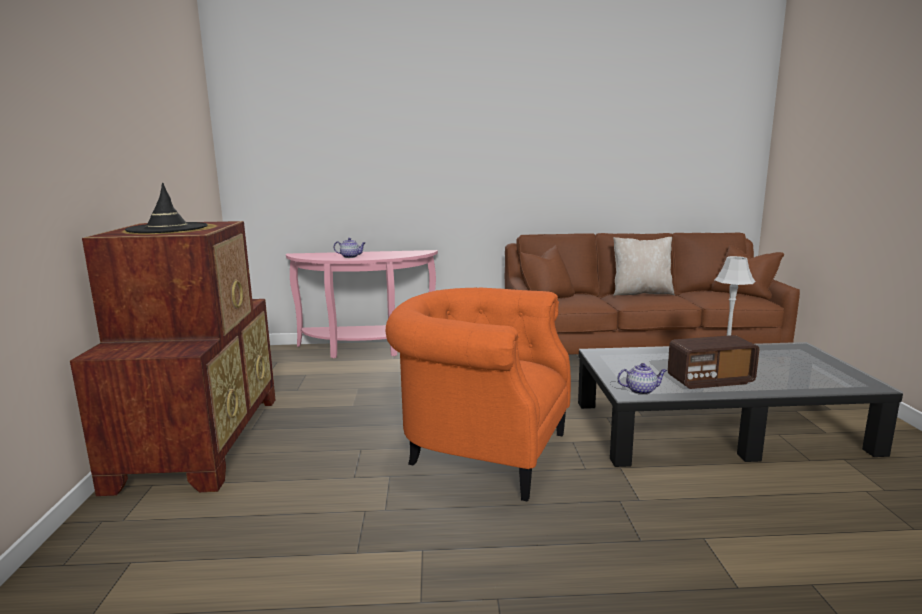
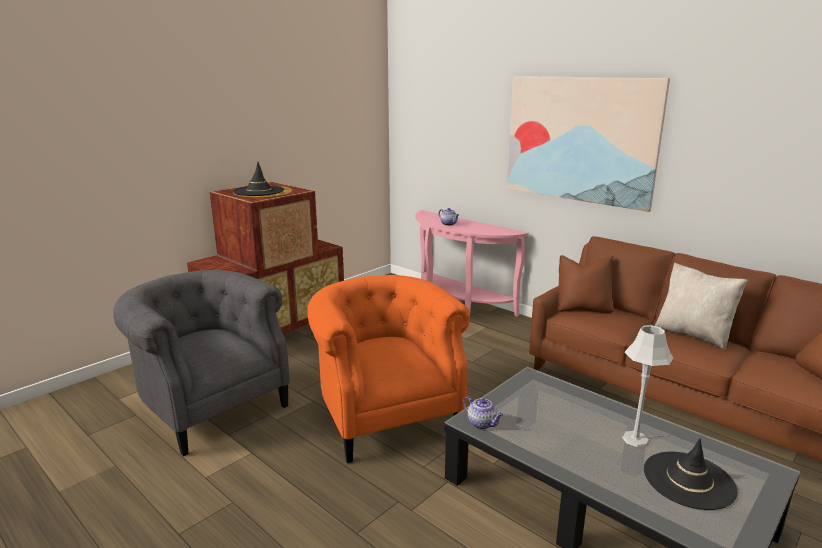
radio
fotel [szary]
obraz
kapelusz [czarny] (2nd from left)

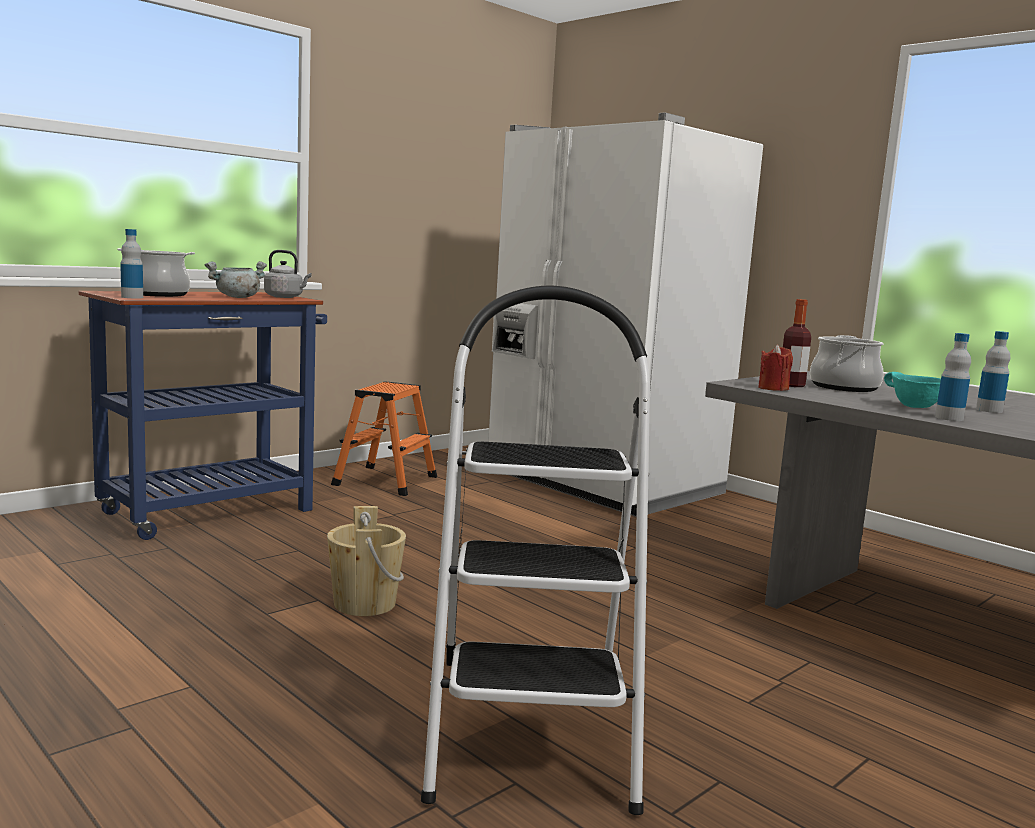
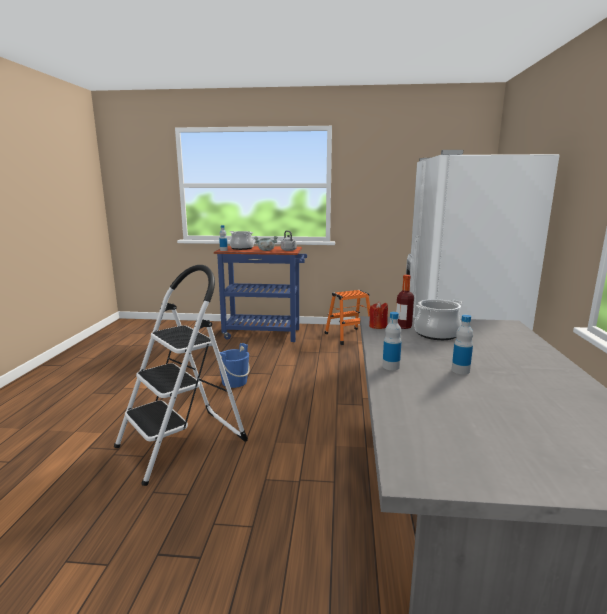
wiadro [niebieski]
miska [turkusowy]

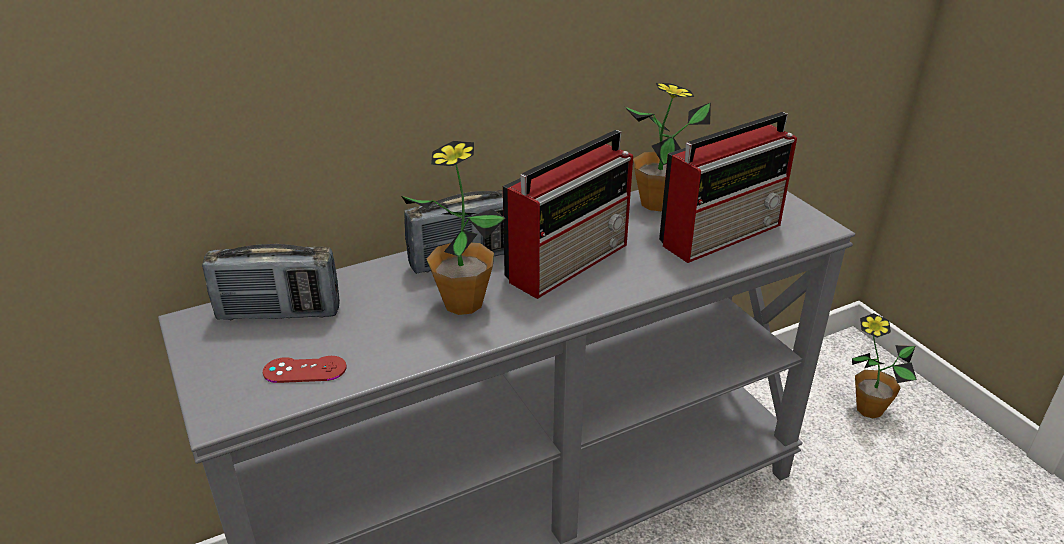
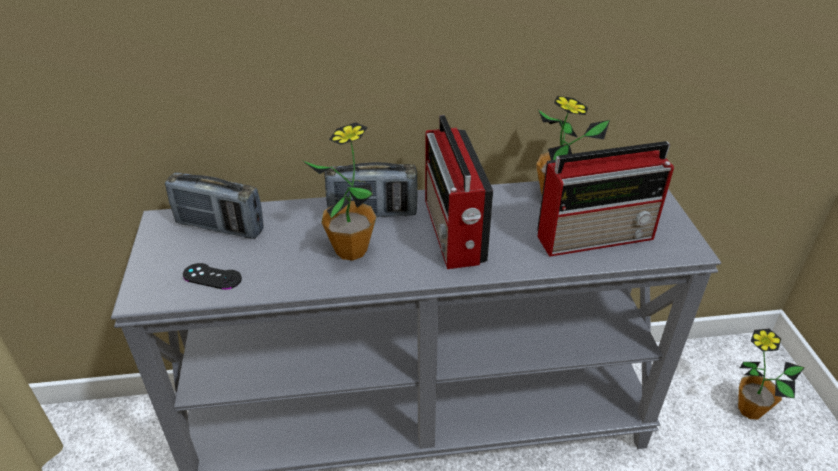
pad do gier [czarny]
radio (3rd from left)

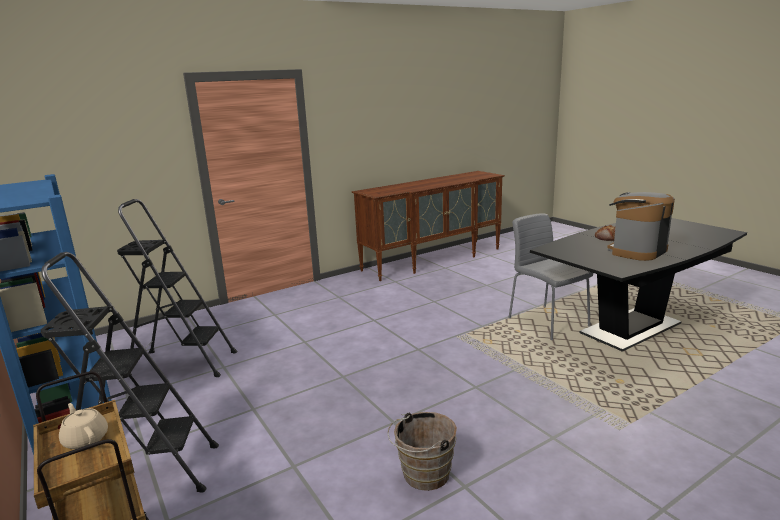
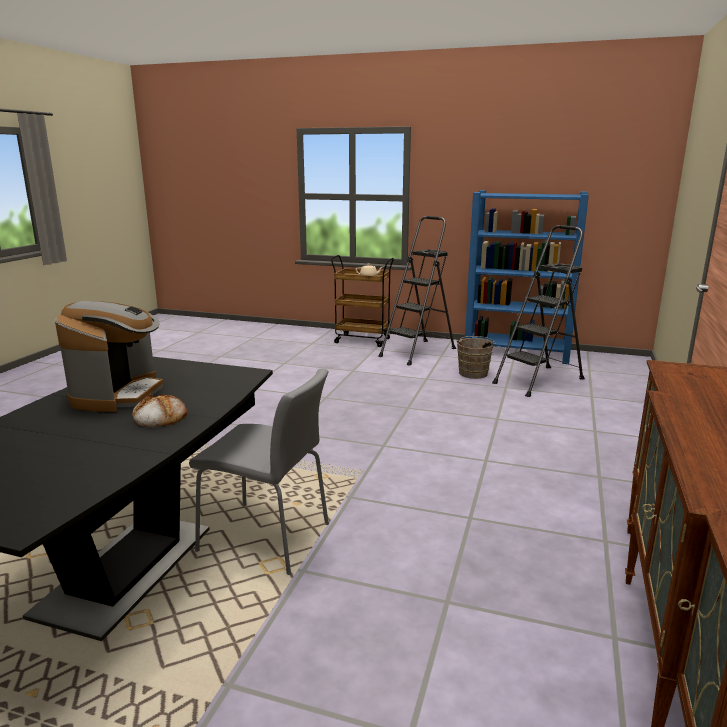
wiadro [brązowy]

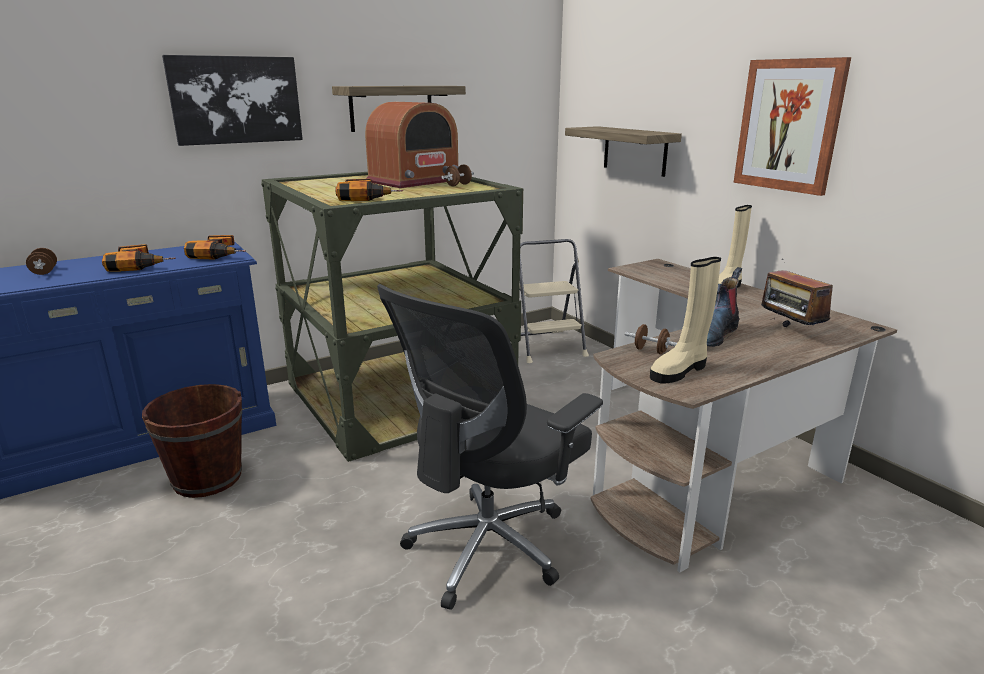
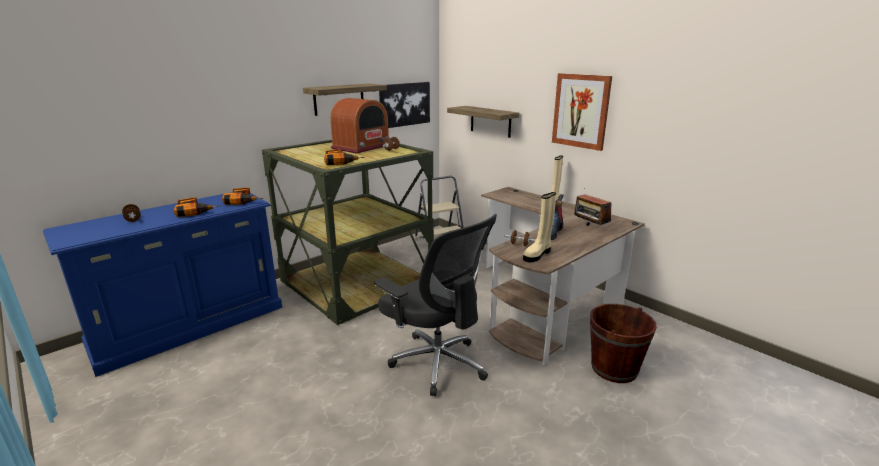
wiadro [brązowy]
obraz (1st from left)
krzesło biurowe

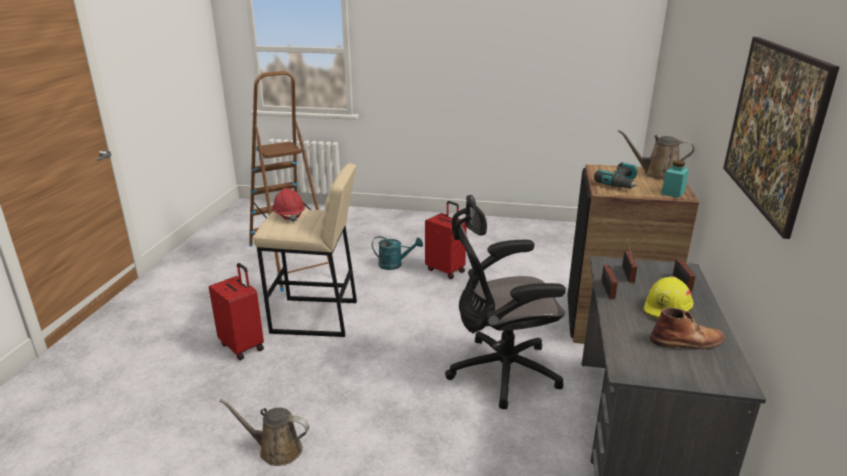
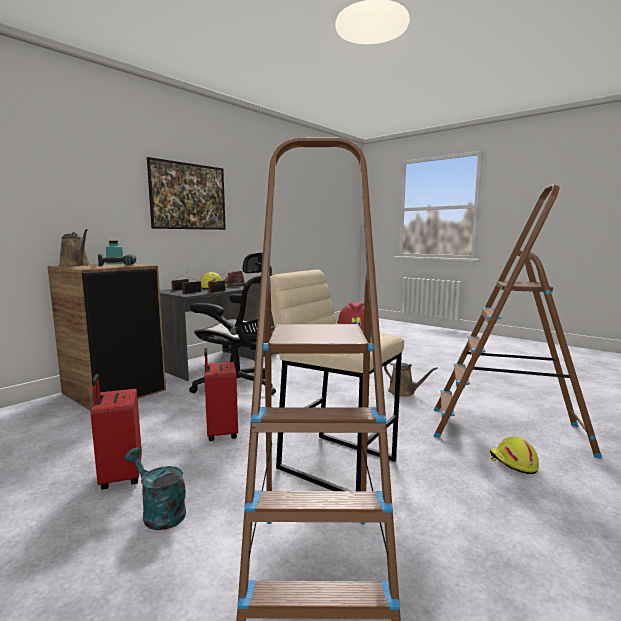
walizka [czerwony] (2nd from left)
drabinka [brązowy] (2nd from left)
kask [żółty] (2nd from left)

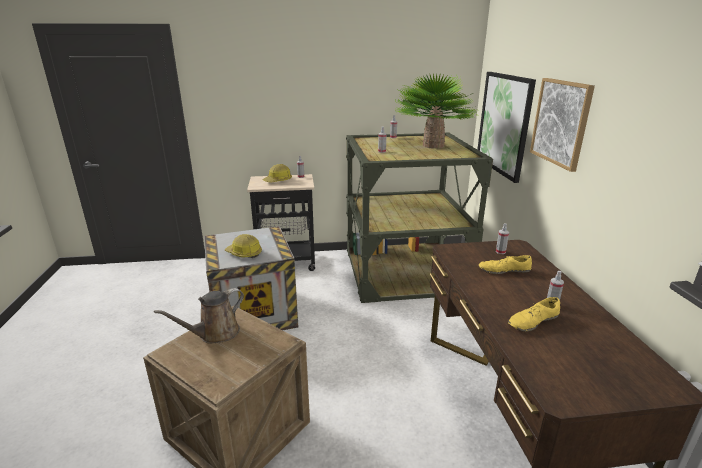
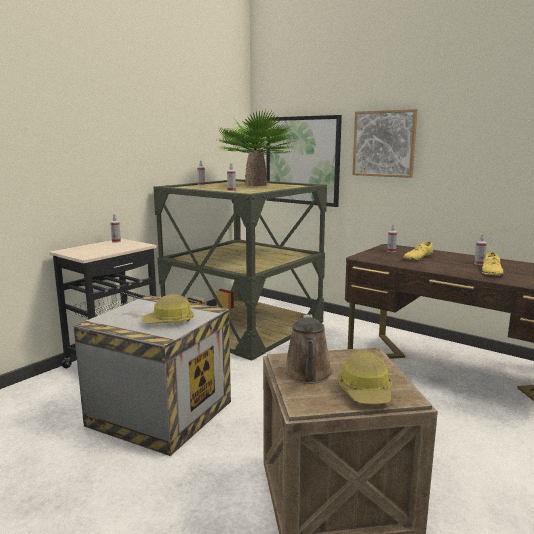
kask (2nd from left)

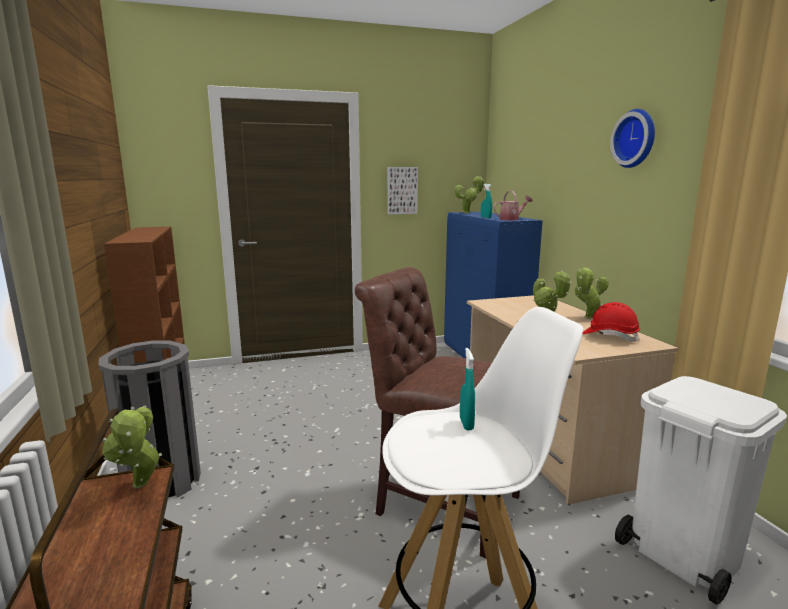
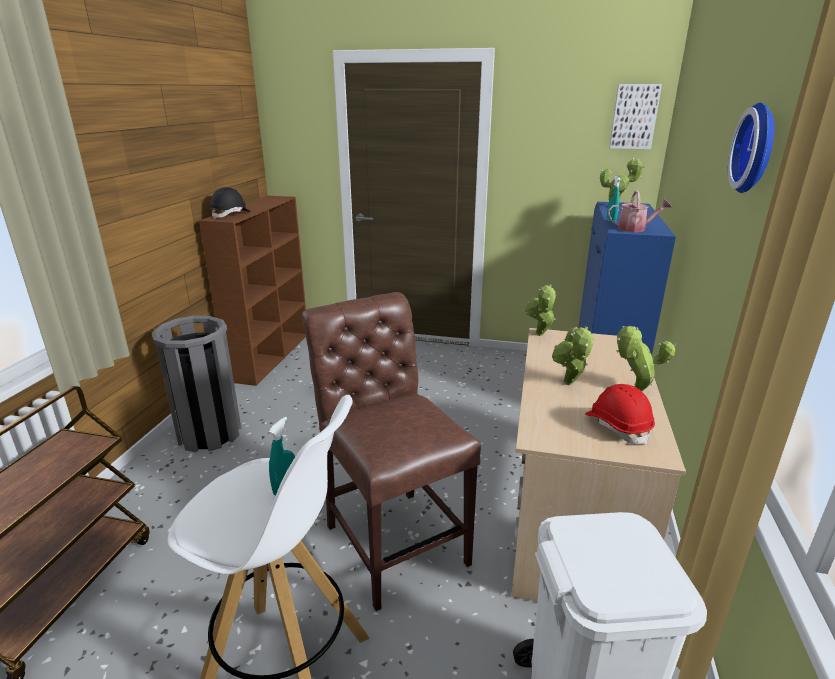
roślina doniczkowa (1st from left)
obraz
kask [czarny]

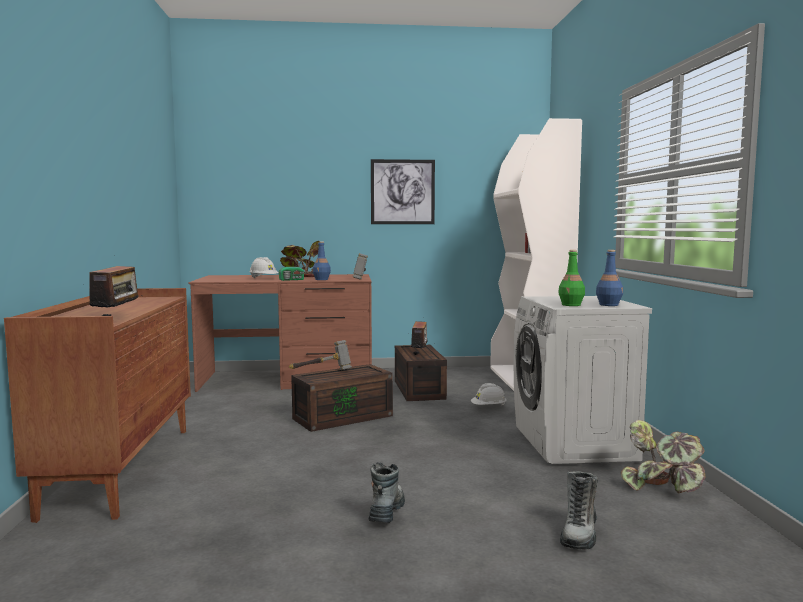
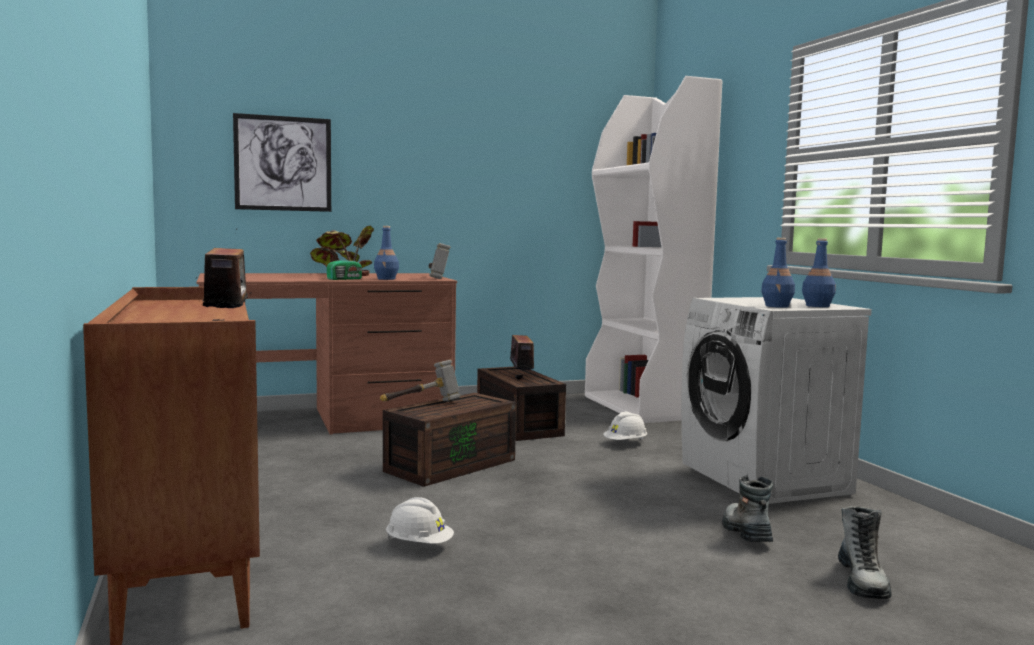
kask [biały] (1st from left)
but z cholewką (1st from left)
obraz
butelka [niebieski] (2nd from left)
roślina doniczkowa (2nd from left in the first image)

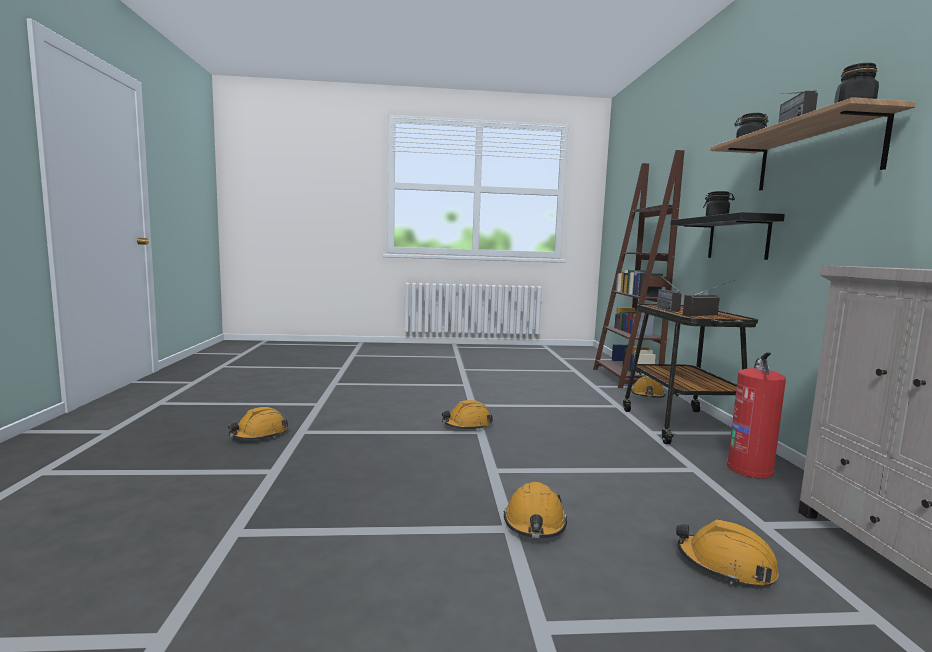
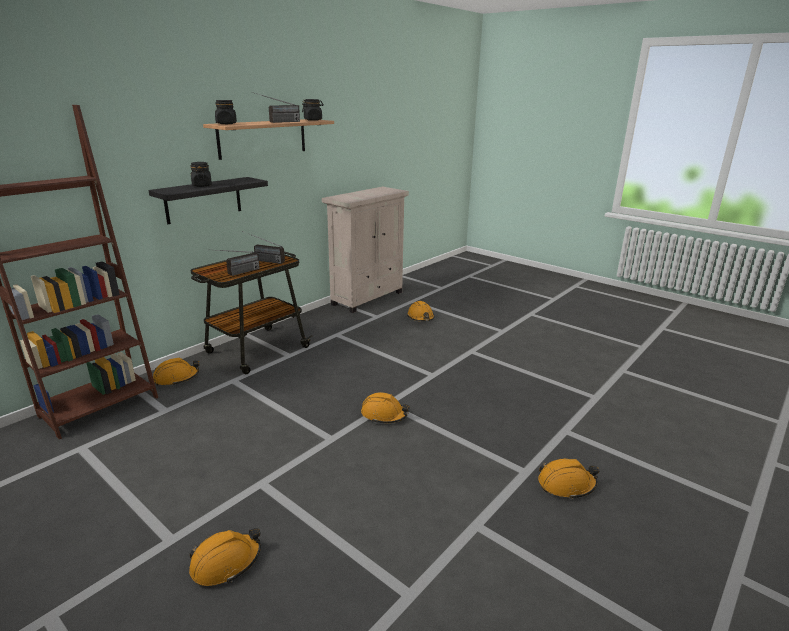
kask [pomarańczowy] (2nd from left)
gaśnica

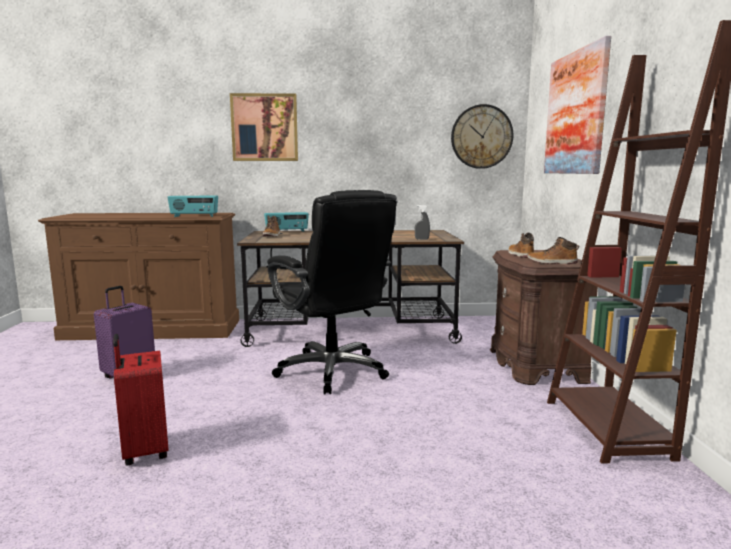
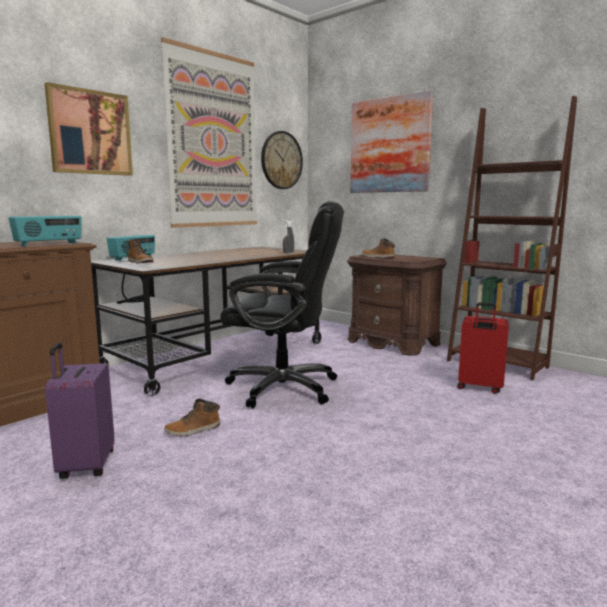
walizka [czerwony]
but z cholewką (2nd from left)
obraz (2nd from left)

